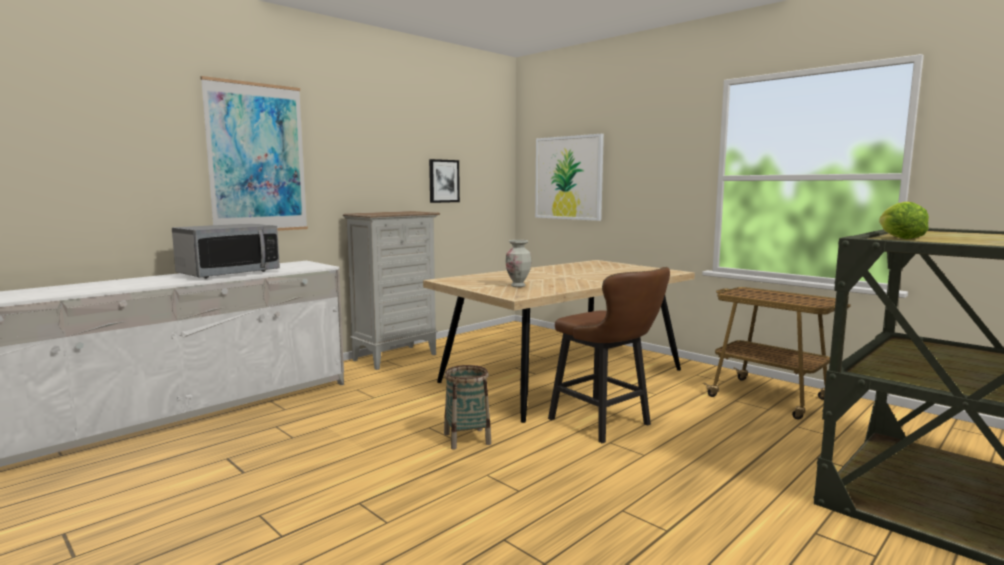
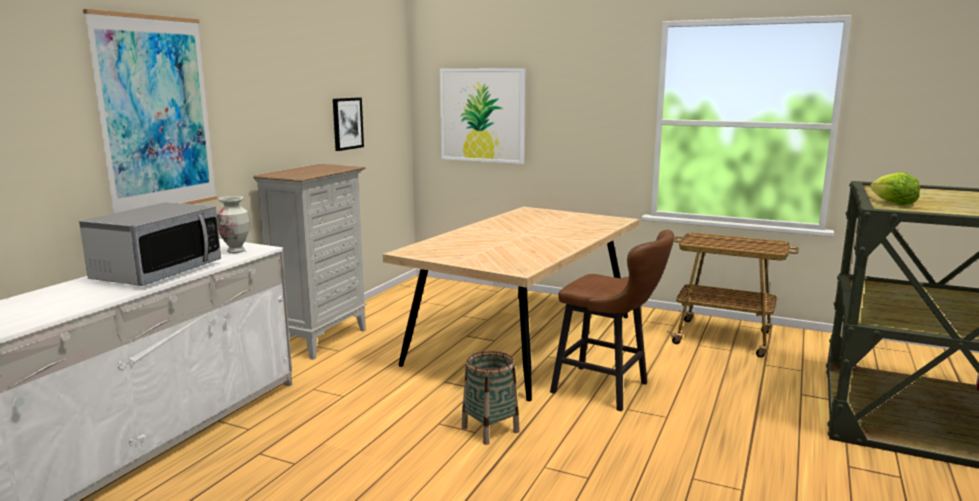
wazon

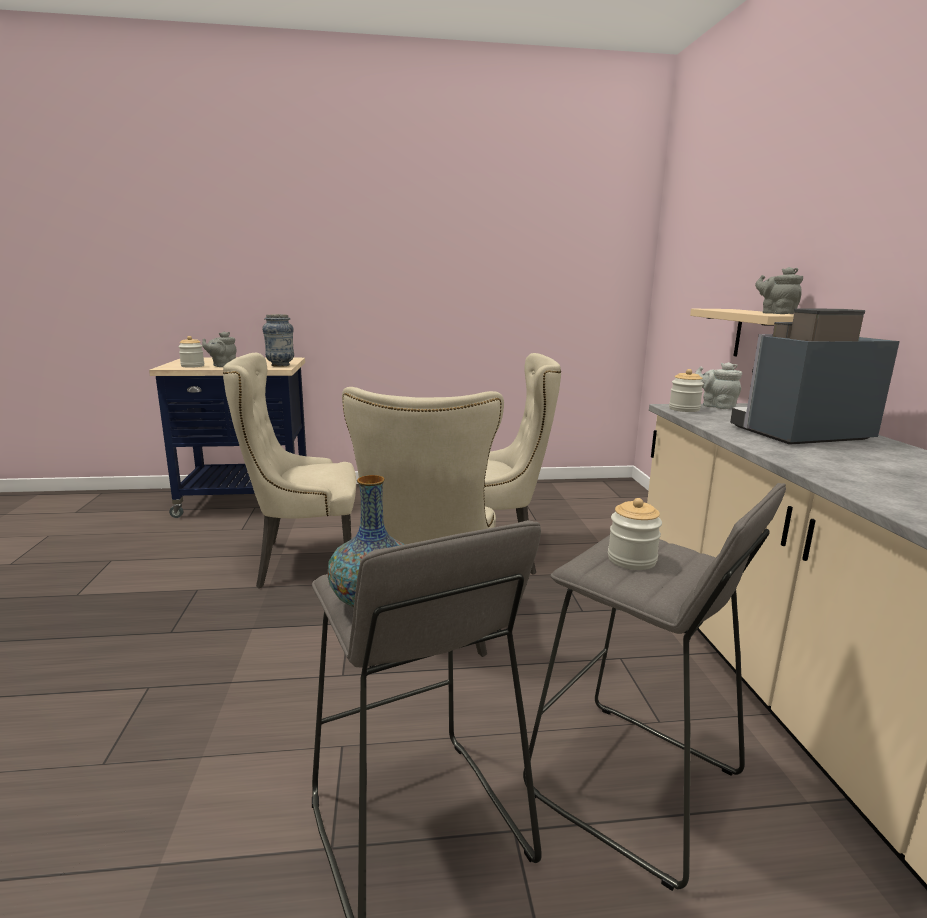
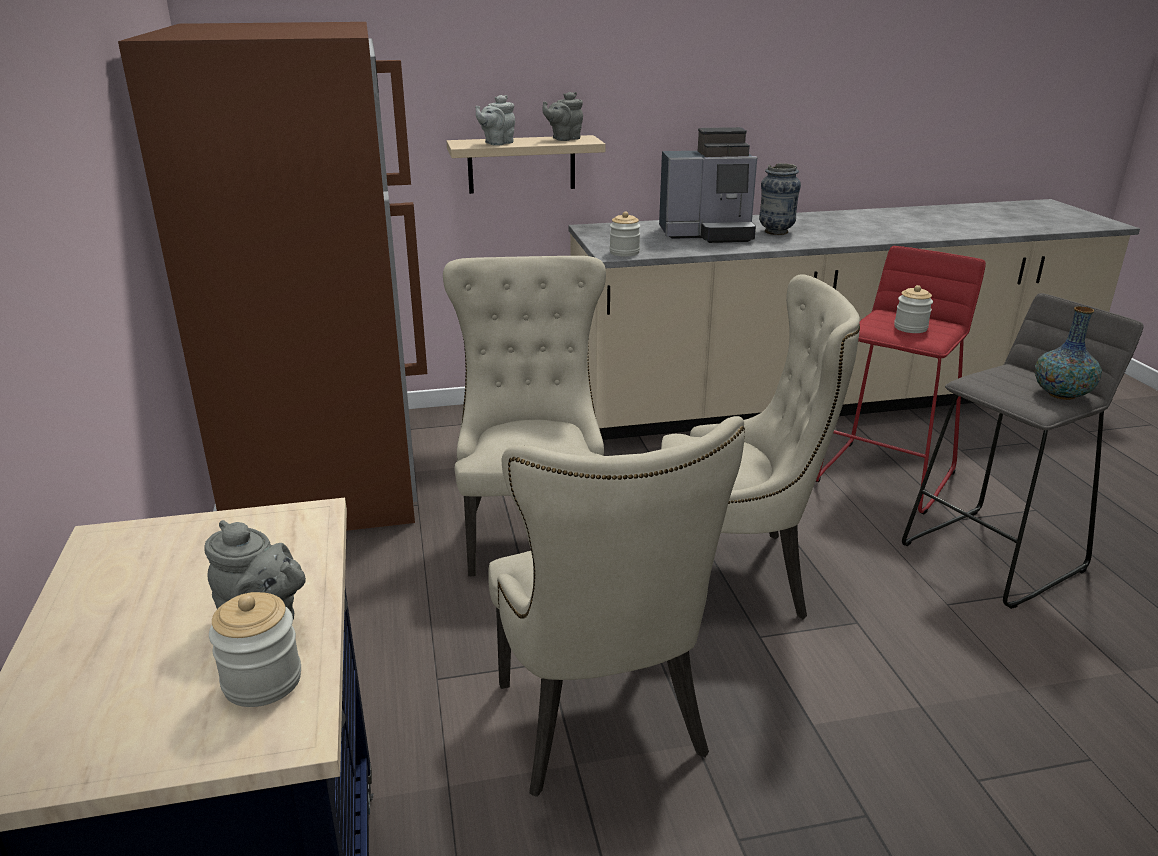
wazon (1st from left)
stołek [czerwony]
imbryk [szary] (2nd from left)
ekspres do kawy
lodówka [brązowy]

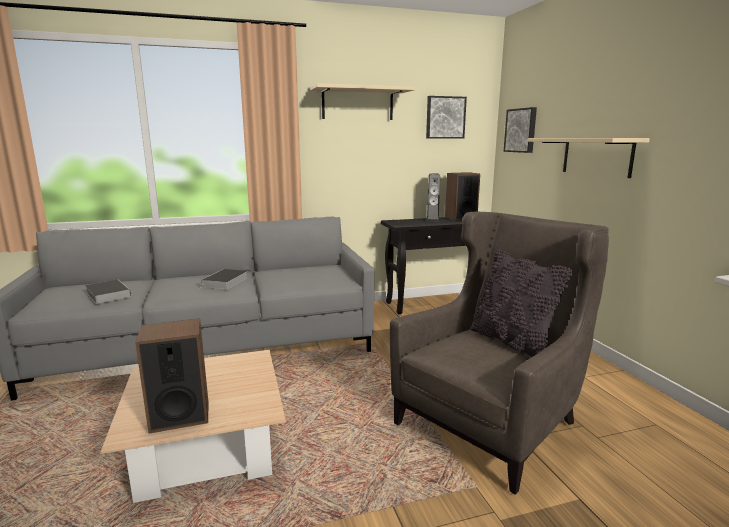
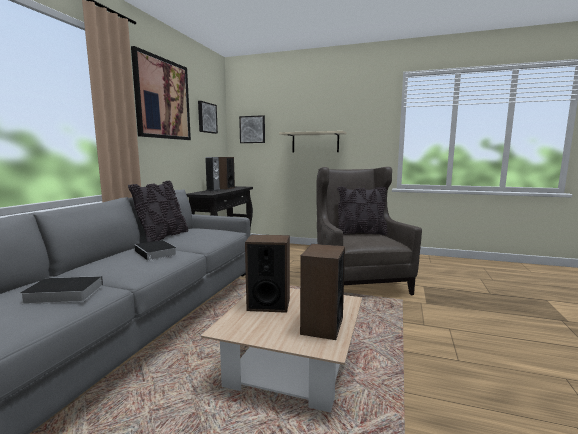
obraz (1st from left)
poduszka [czarny] (1st from left)
głośnik (3rd from left)

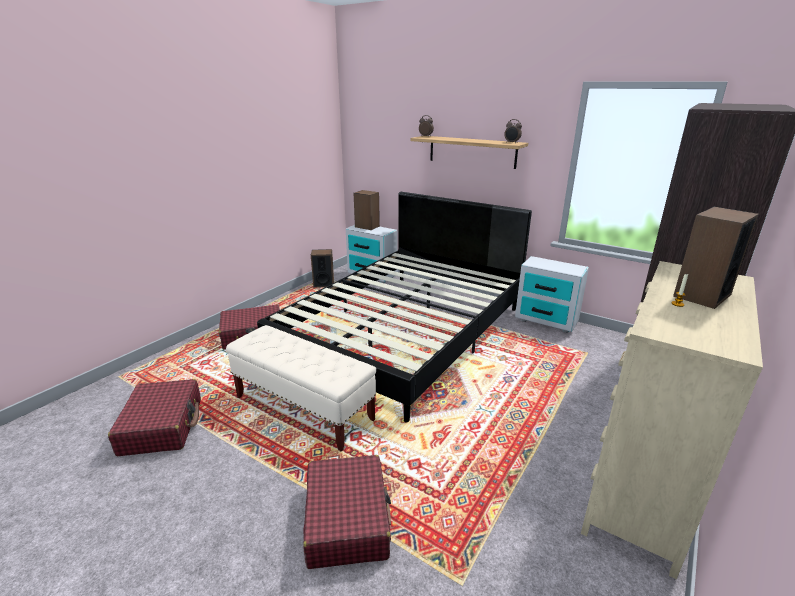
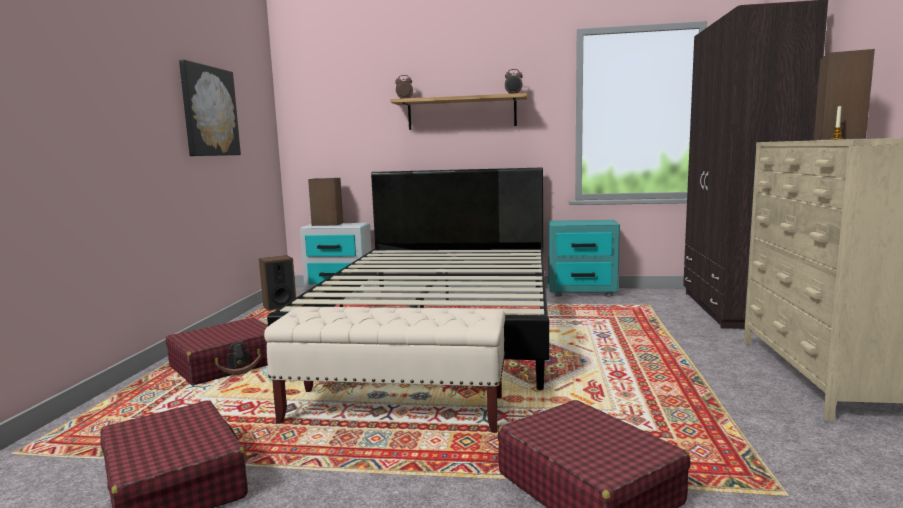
szafka nocna [turkusowy]
obraz

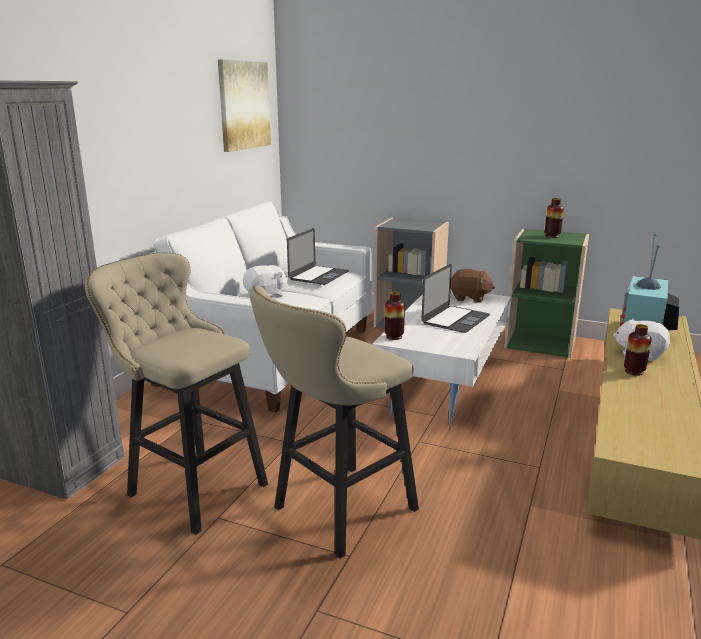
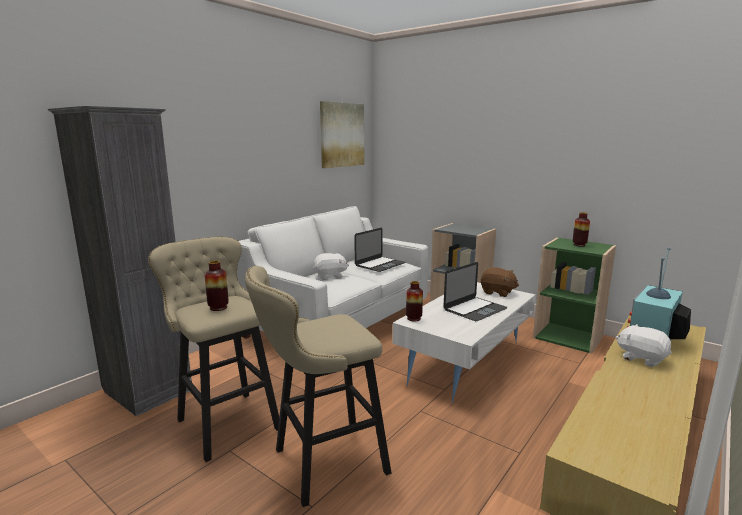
wazon (1st from left)

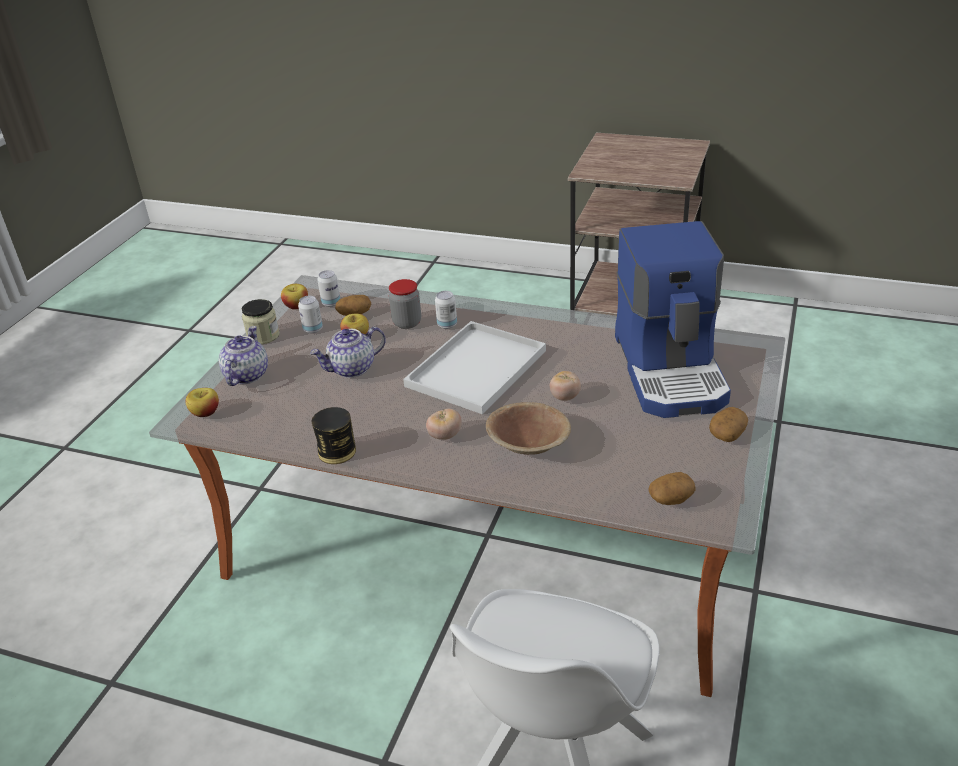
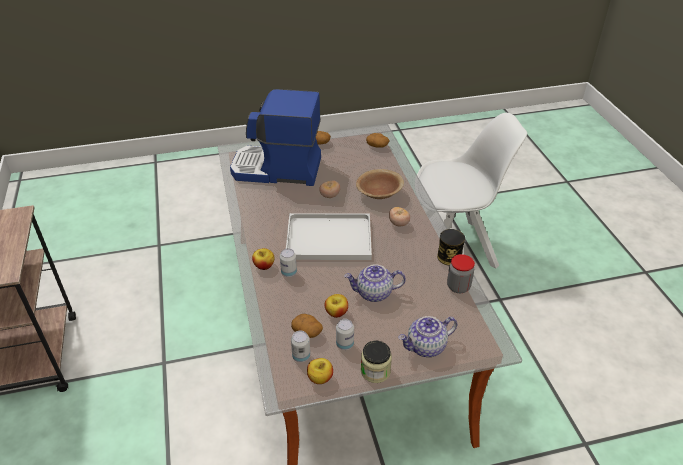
jabłko (1st from left)
imbryk (1st from left)
słoik (2nd from left)
ekspres do kawy

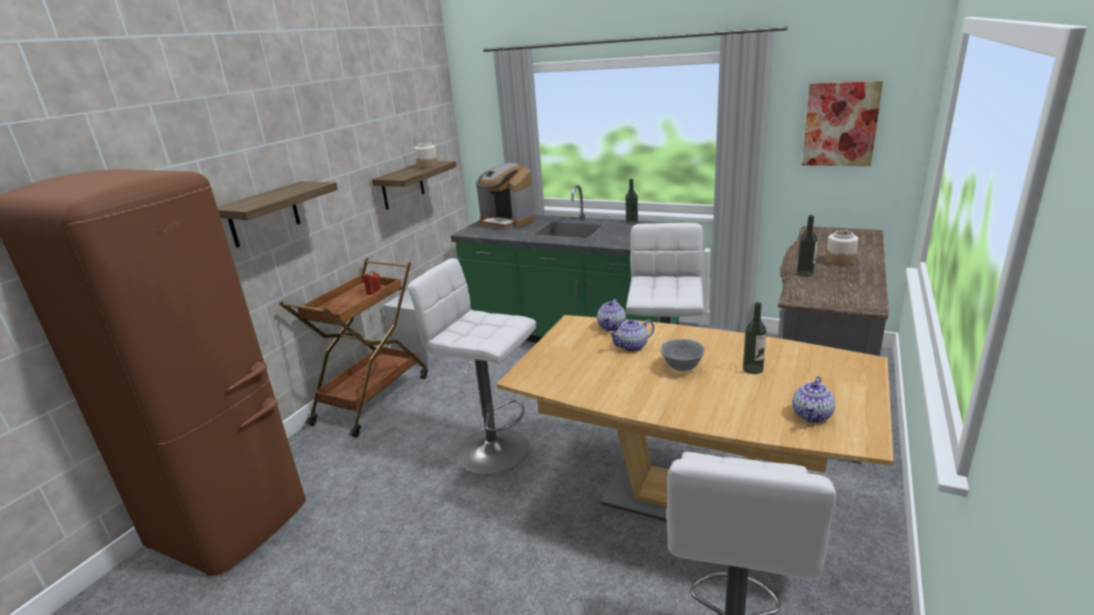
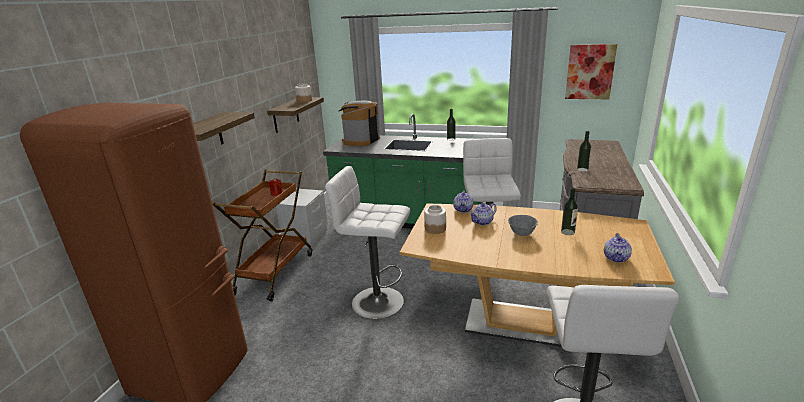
ekspres do kawy
słoik (2nd from left)

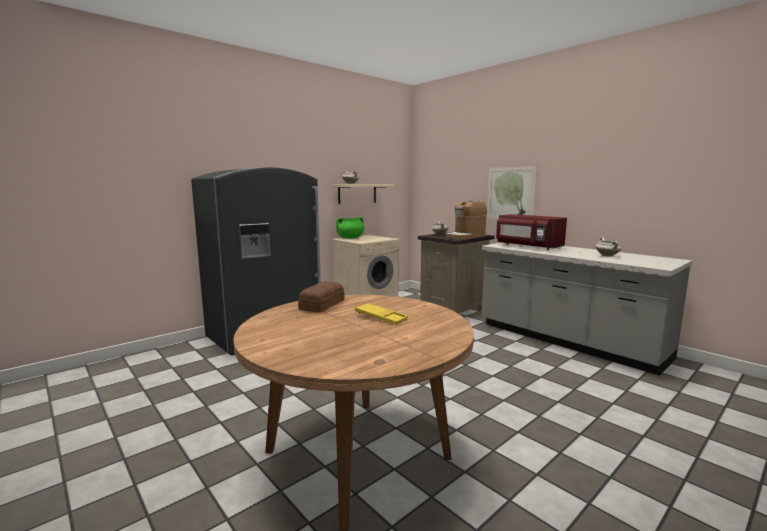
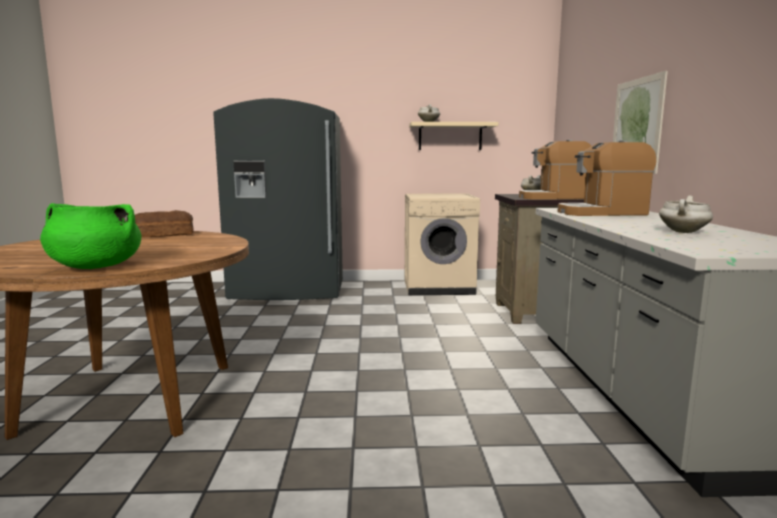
garnek [zielony]
taca [żółty]
ekspres do kawy (2nd from left)

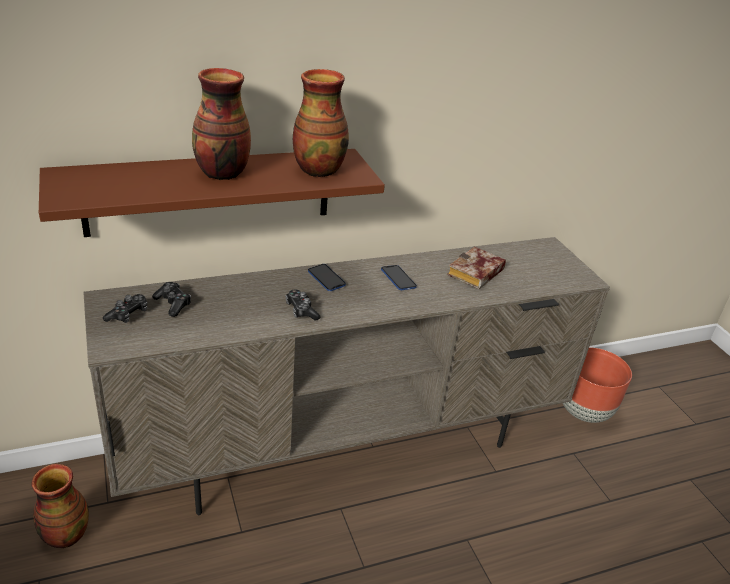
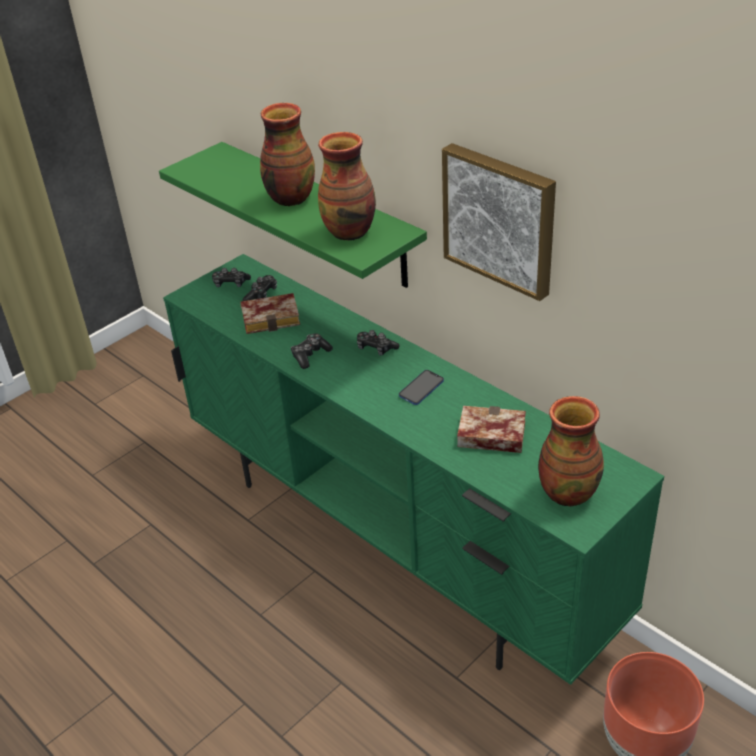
wazon (3rd from left)
półka [zielony]
szafka pod telewizor [zielony]
pad do gier (4th from left)
książka (1st from left)
obraz

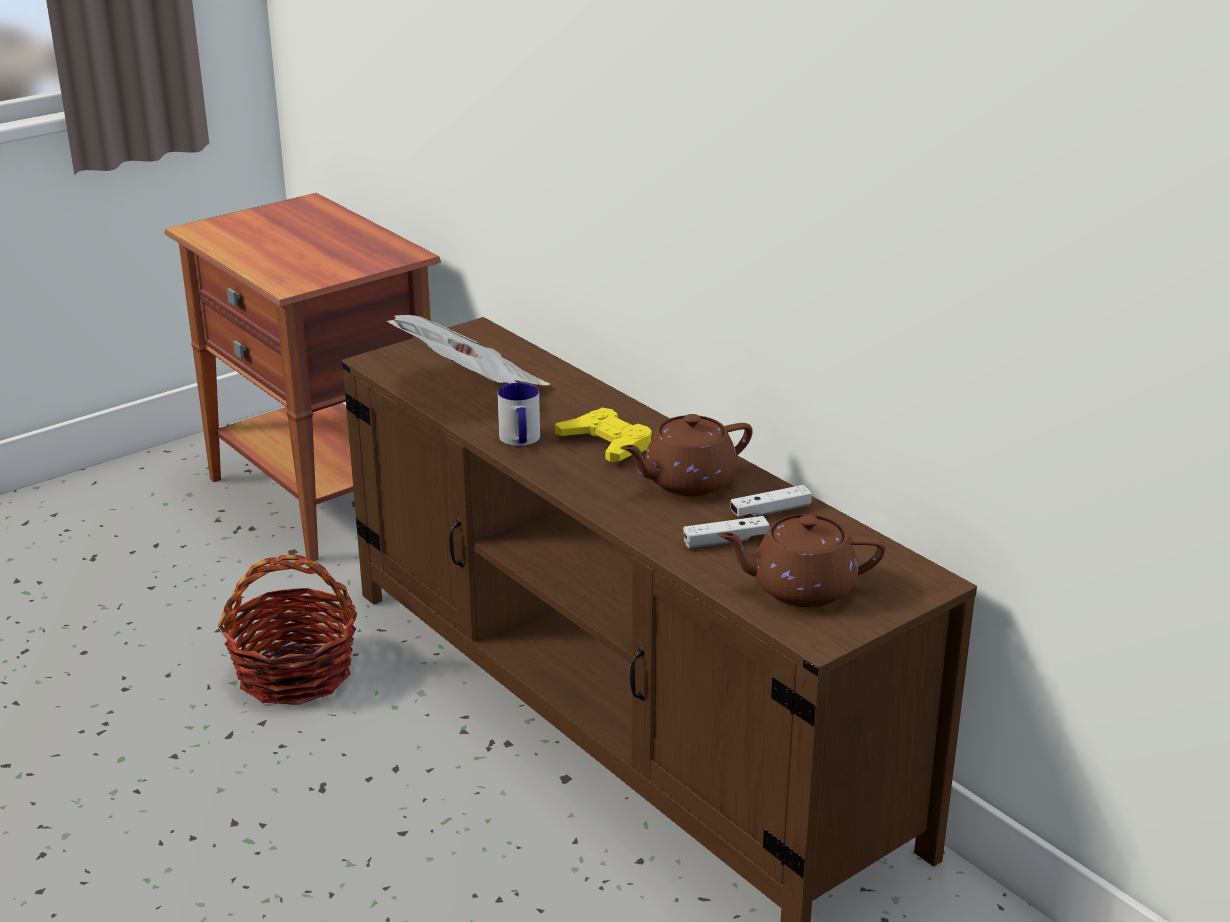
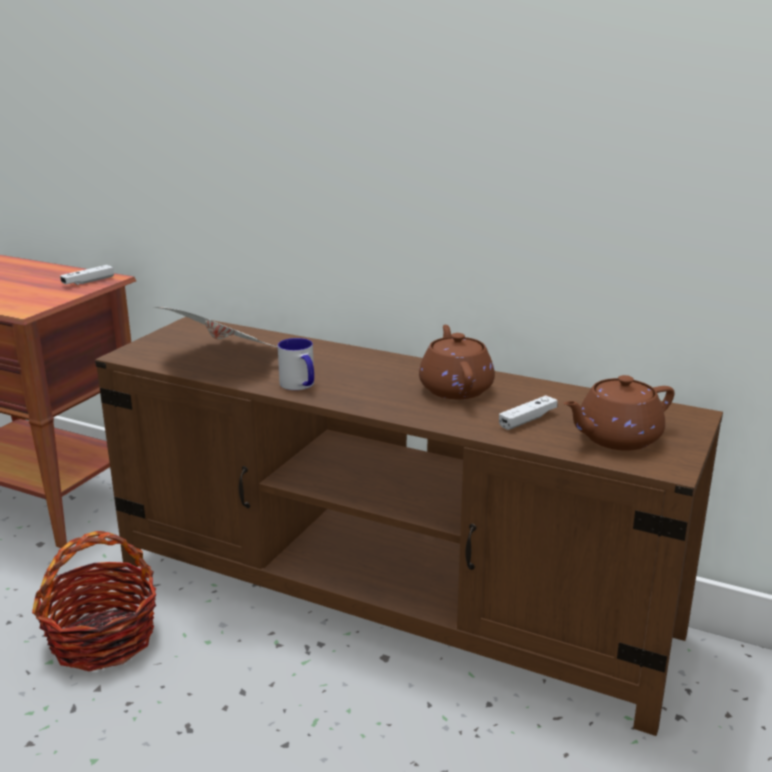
pad do gier [żółty]
imbryk [brązowy] (1st from left)
pad do gier [biały] (1st from left)

